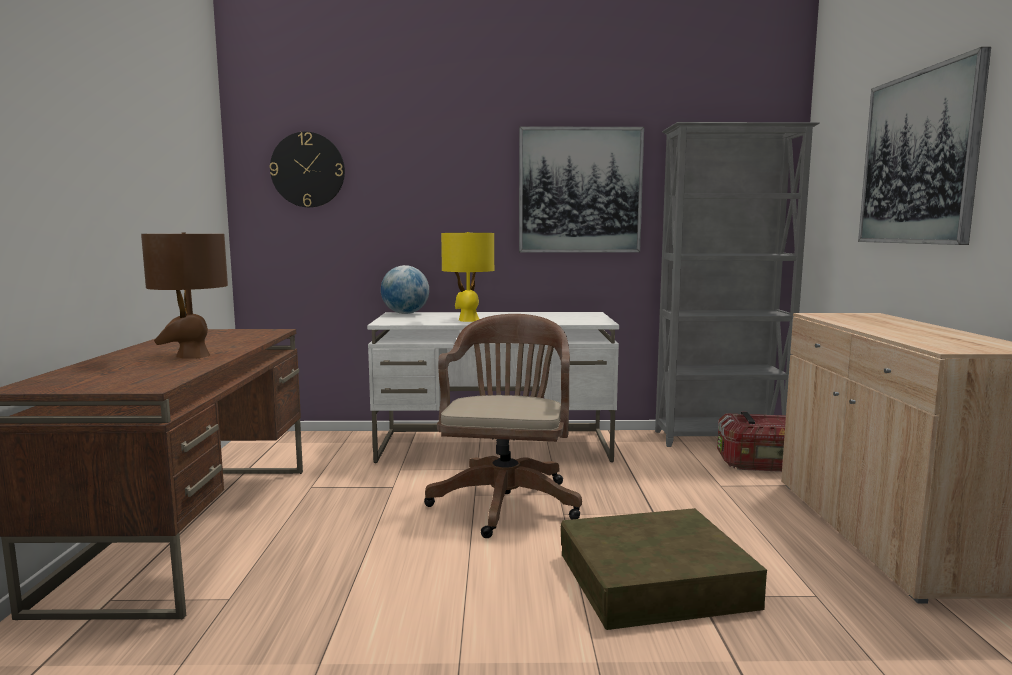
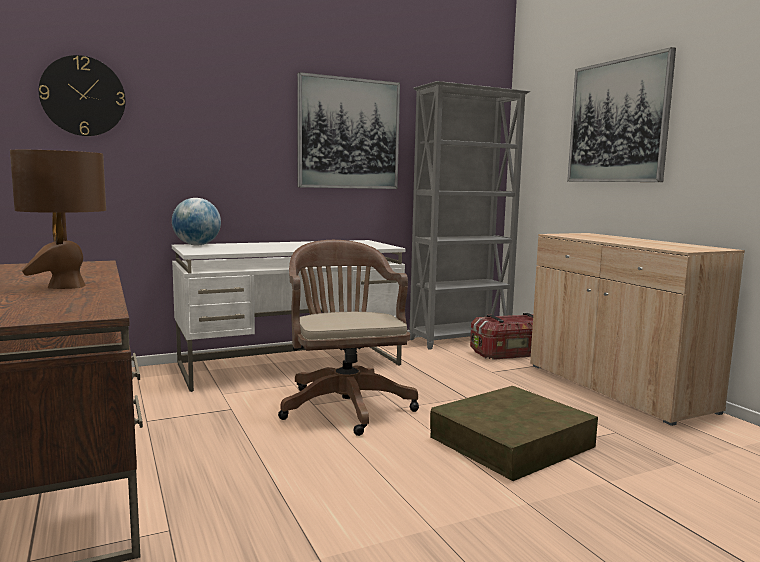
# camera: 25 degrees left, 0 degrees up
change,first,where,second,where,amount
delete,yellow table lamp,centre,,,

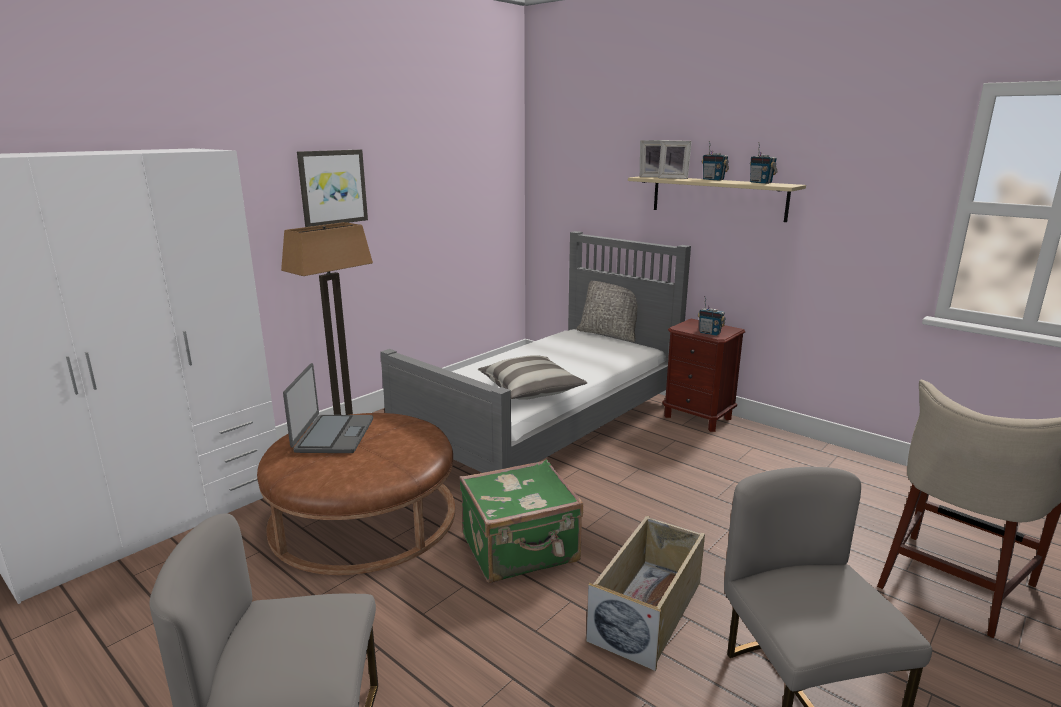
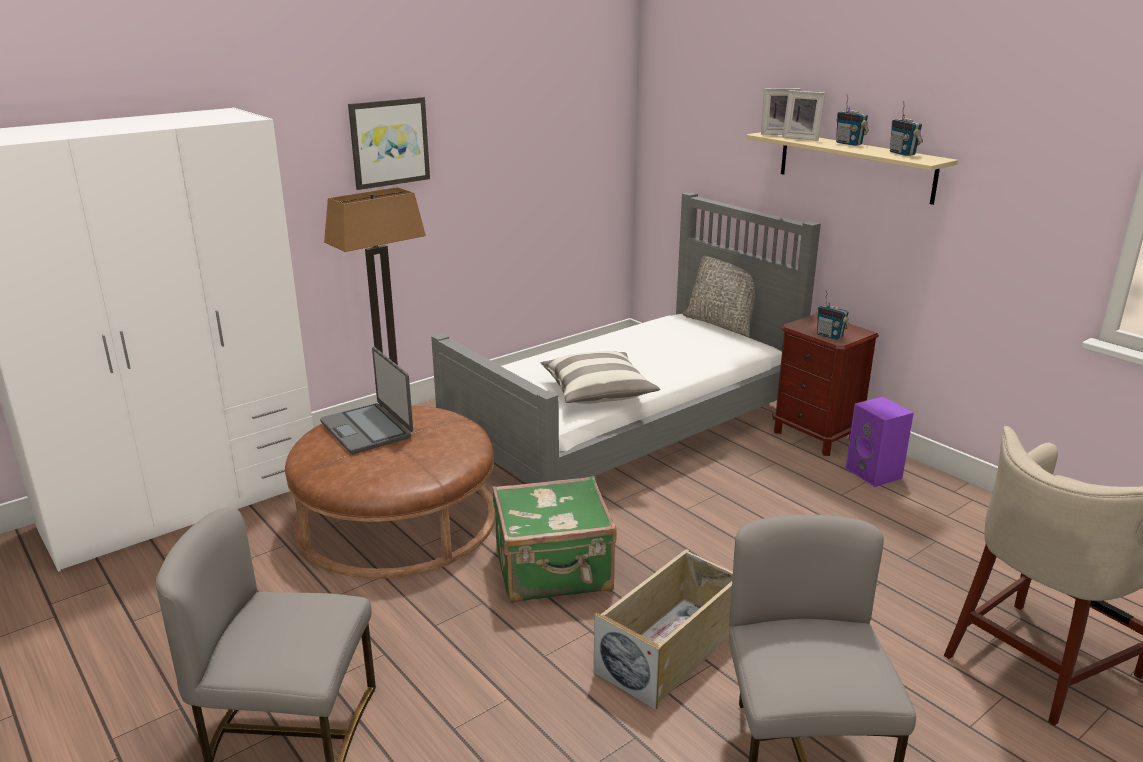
# camera: 10 degrees right, 5 degrees up
change,first,where,second,where,amount
rotate,laptop,middle left,,middle left,135 degrees clockwise
insert,,,purple-coloured audio speaker,middle right,

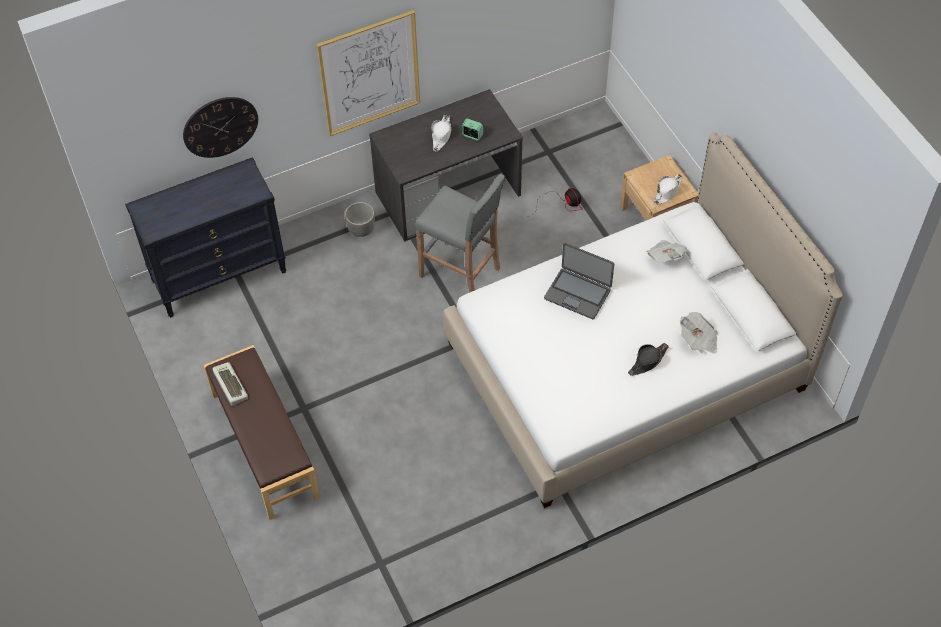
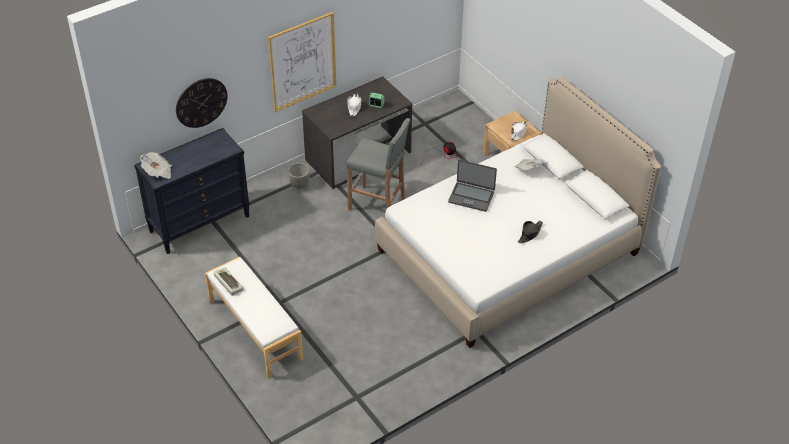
# camera: 10 degrees left, 10 degrees down
change,first,where,second,where,amount
move,newspaper (2nd from left in the first image),middle right,newspaper (1st from left),middle left,
recolor,brown indoor bench,bottom left,whitish indoor bench,bottom left,

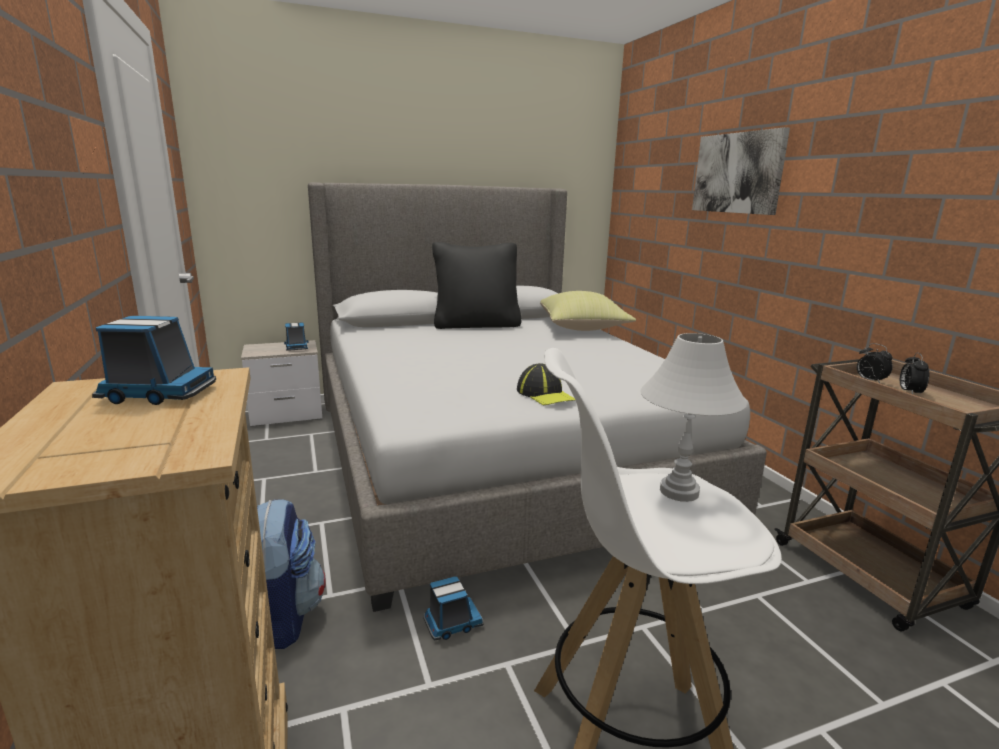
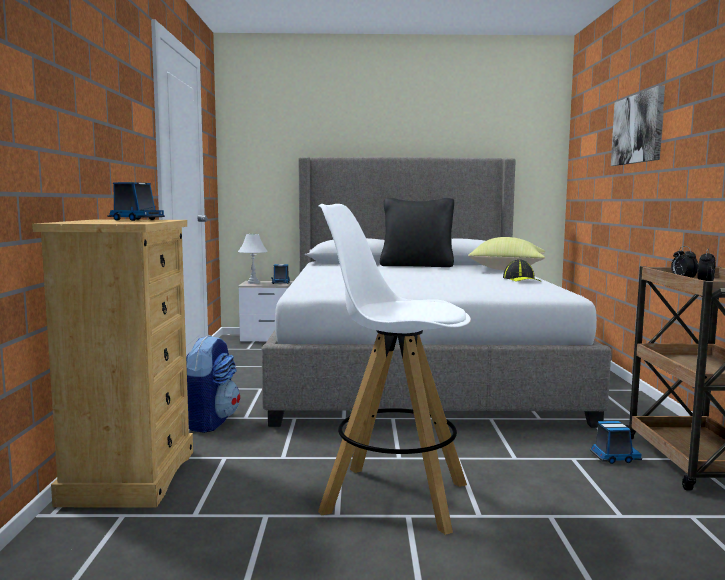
# camera: 20 degrees right, 10 degrees down
change,first,where,second,where,amount
move,whitish table lamp,middle right,,centre,
move,cap,centre,,middle right,
move,toy lorry (3rd from left),bottom centre,,bottom right,

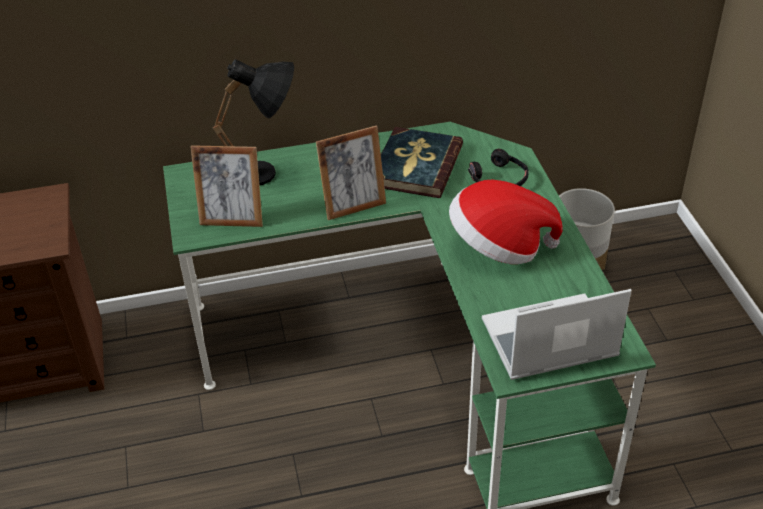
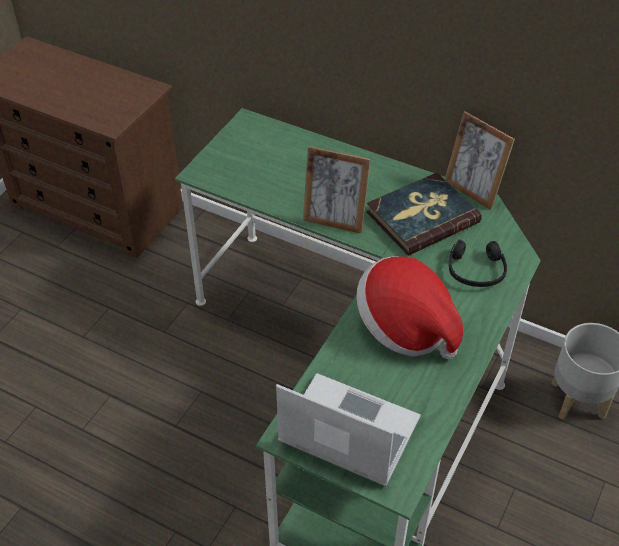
# camera: 40 degrees right, 5 degrees up
change,first,where,second,where,amount
move,photo frame (1st from left in the first image),middle left,photo frame (2nd from left),top right,
delete,black table lamp,top left,,,

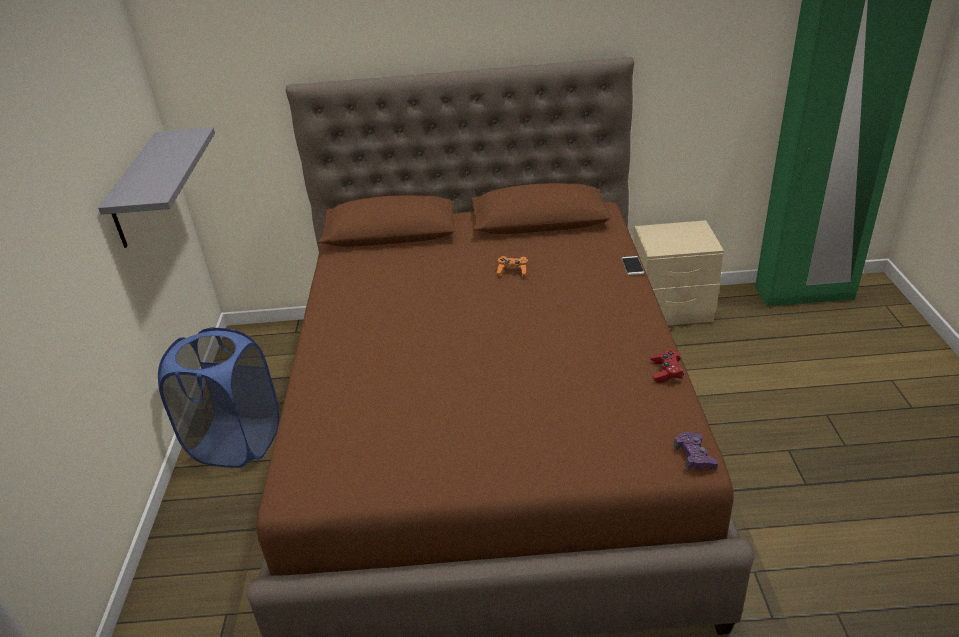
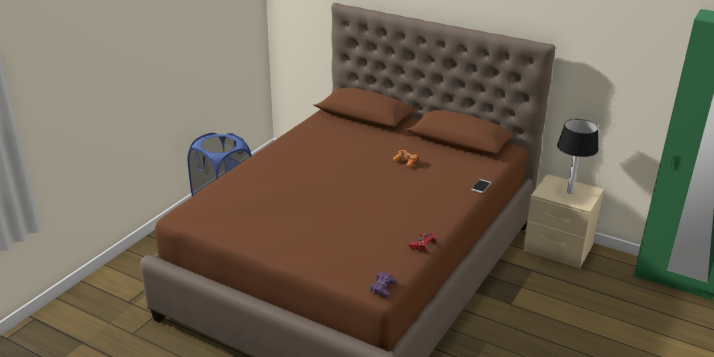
# camera: 30 degrees right, 5 degrees down
change,first,where,second,where,amount
insert,,,table lamp,middle right,
delete,grey bracket shelf,top left,,,

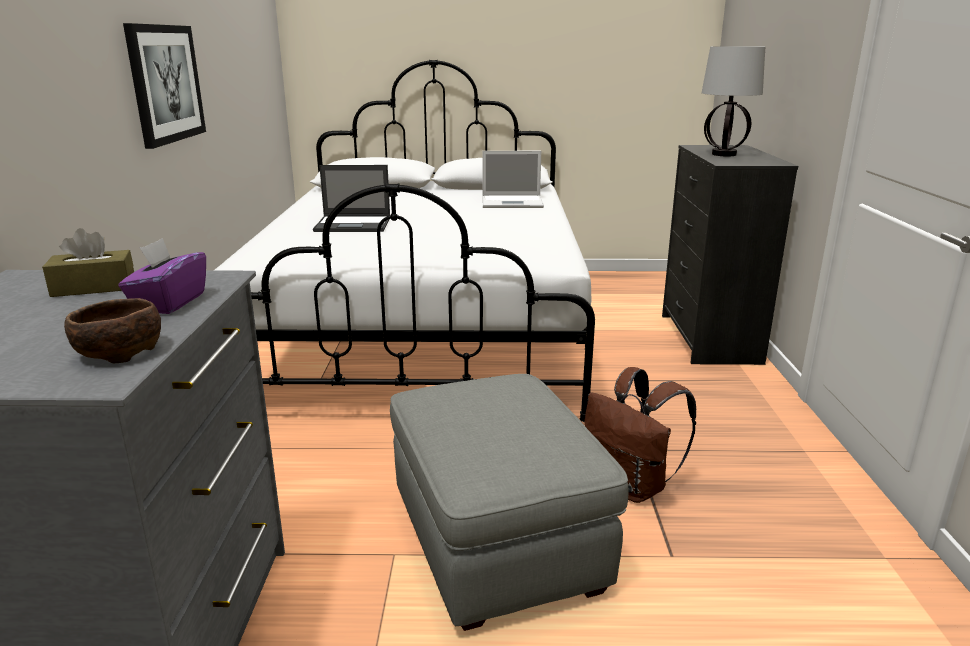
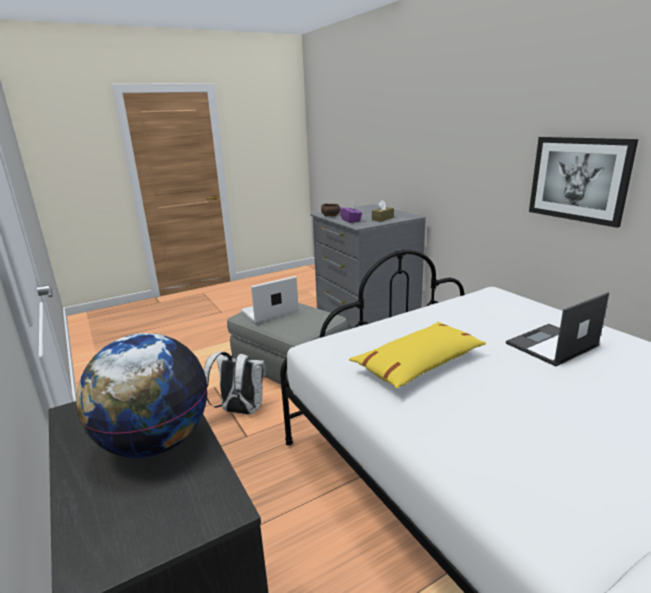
# camera: 150 degrees right, 0 degrees up
change,first,where,second,where,amount
replace,table lamp,top right,desk globe,middle left,
recolor,brown knapsack,bottom centre,whitish knapsack,centre,
move,laptop (2nd from left in the first image),top centre,laptop (1st from left),centre,
insert,,,yellow cushion,centre,

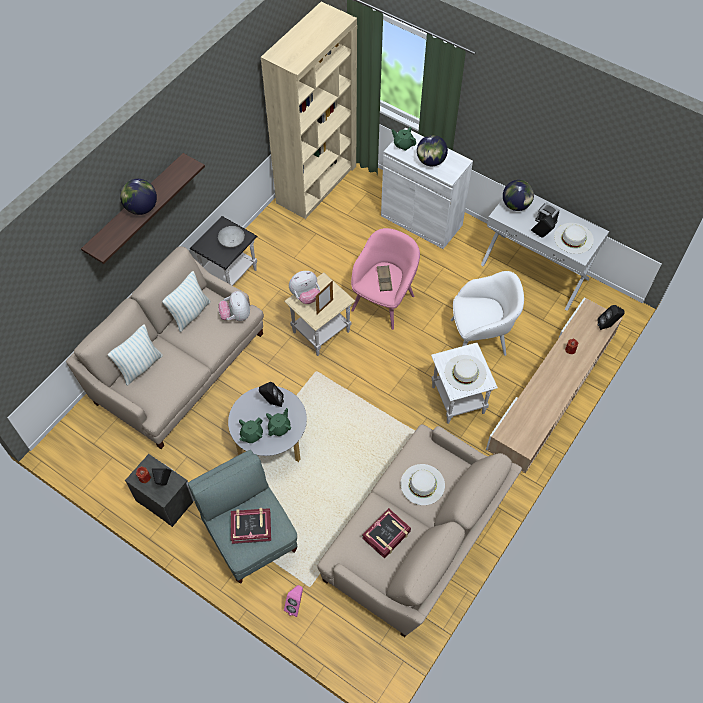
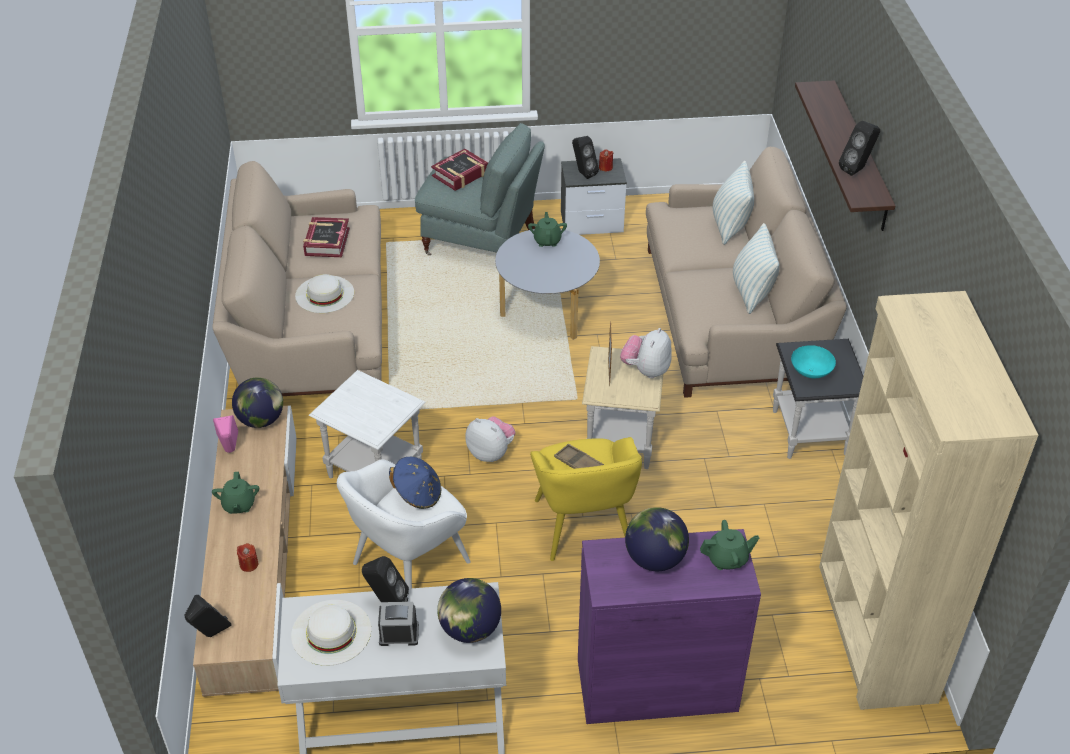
# camera: 140 degrees right, 15 degrees down
change,first,where,second,where,amount
move,green pot for tea (2nd from left in the first image),centre,green pot for tea (1st from left),middle left,
move,pinkish audio speaker,bottom centre,,middle left,
move,desk globe (1st from left),top left,,middle left,
insert,,,blue clothing hat,centre,
move,soft toy (1st from left),middle left,,centre,
recolor,pinkish easy chair,centre,yellow easy chair,centre,
recolor,whitish cupboard,top centre,purple-coloured cupboard,bottom centre,
recolor,grey serving bowl,middle left,turquoise-coloured serving bowl,middle right,
move,black audio speaker (2nd from left in the first image),centre,black audio speaker (4th from left),top right,
delete,whitish clothing hat (2nd from left),centre,,,

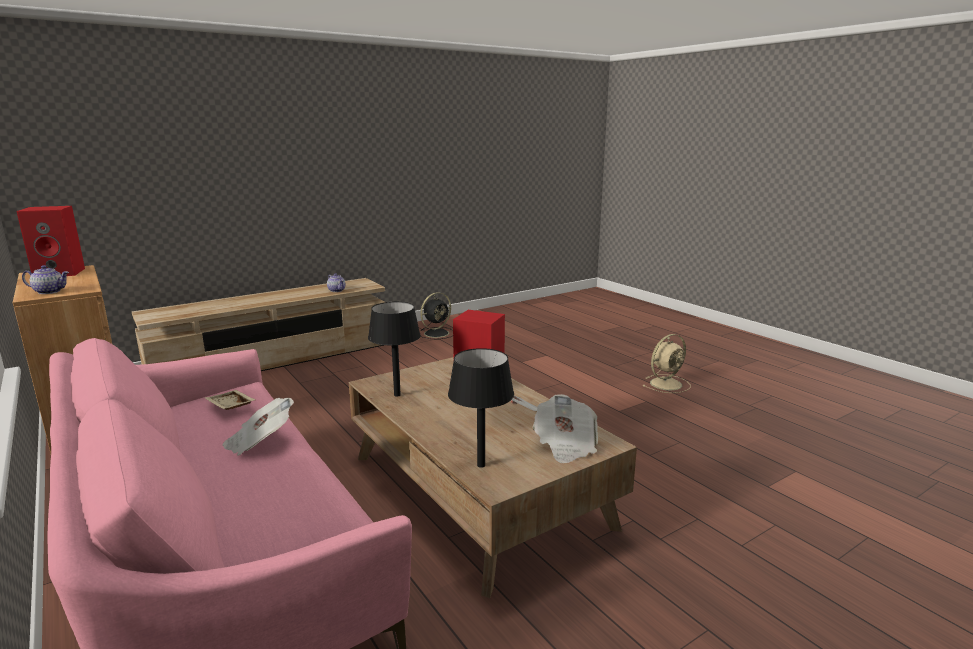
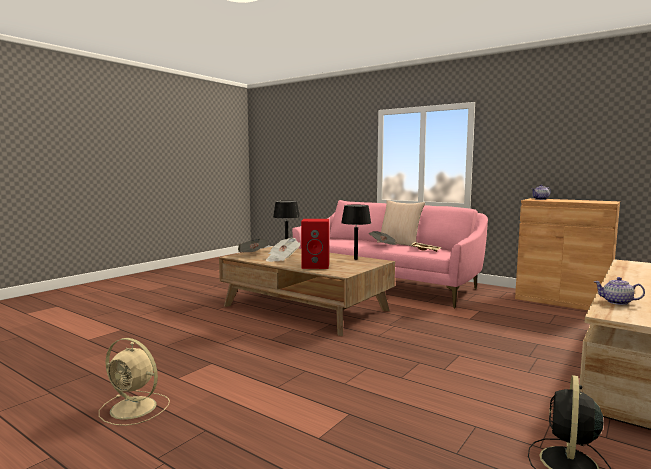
# camera: 160 degrees right, 10 degrees down
change,first,where,second,where,amount
rotate,beige-coloured electric fan,middle right,,bottom left,105 degrees counterclockwise
insert,,,beige-coloured cushion,centre,
delete,red audio speaker (1st from left),middle left,,,

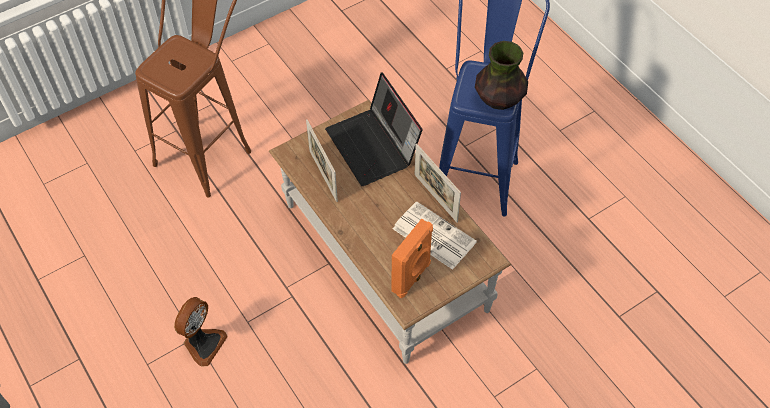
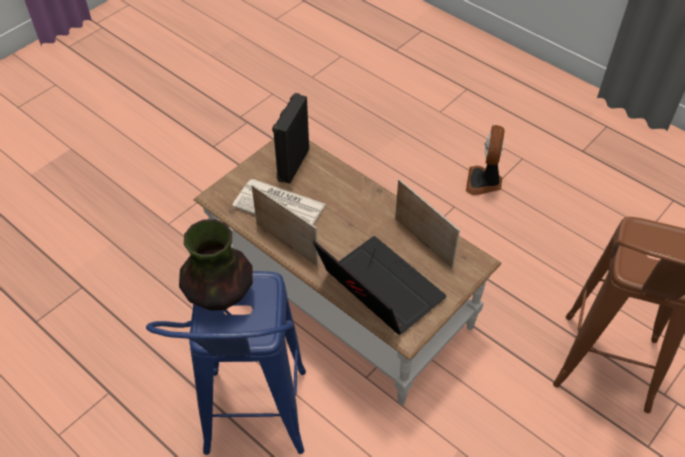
# camera: 165 degrees right, 5 degrees down
change,first,where,second,where,amount
recolor,orange audio speaker,centre,black audio speaker,top centre,

